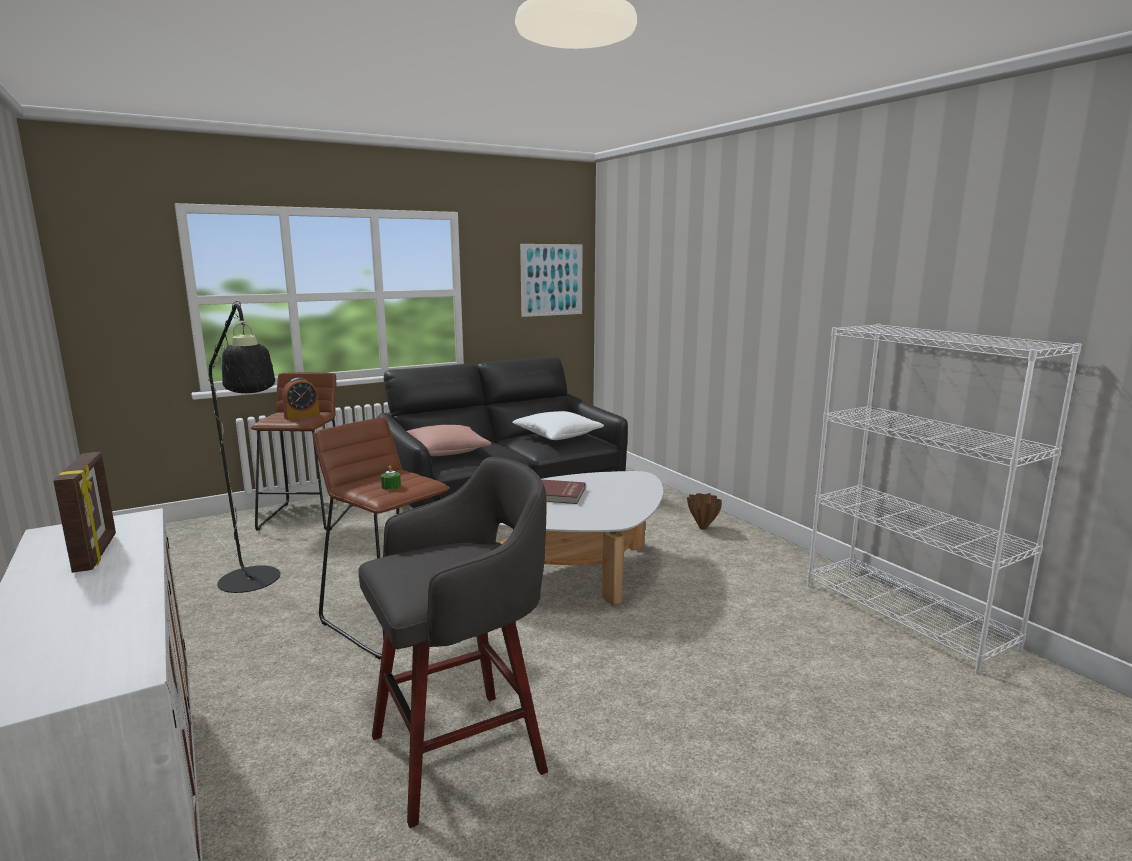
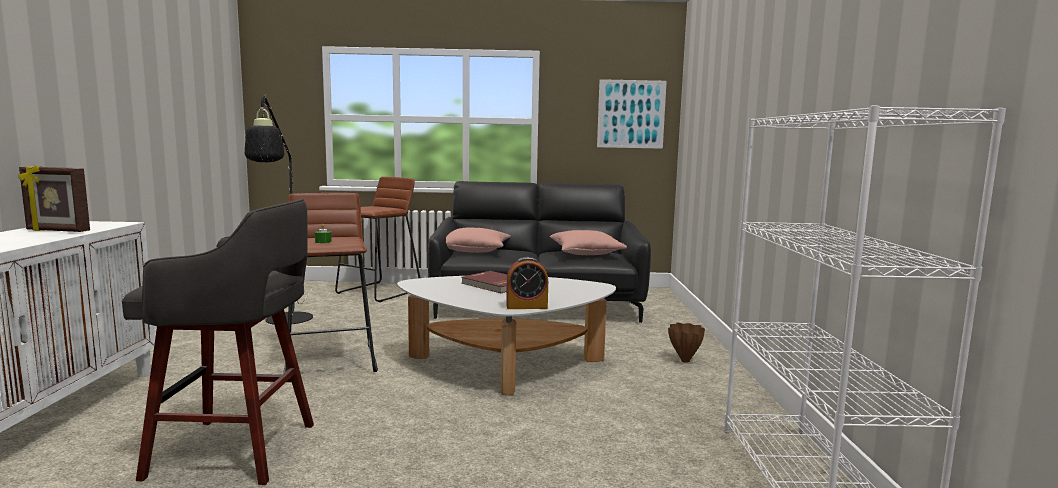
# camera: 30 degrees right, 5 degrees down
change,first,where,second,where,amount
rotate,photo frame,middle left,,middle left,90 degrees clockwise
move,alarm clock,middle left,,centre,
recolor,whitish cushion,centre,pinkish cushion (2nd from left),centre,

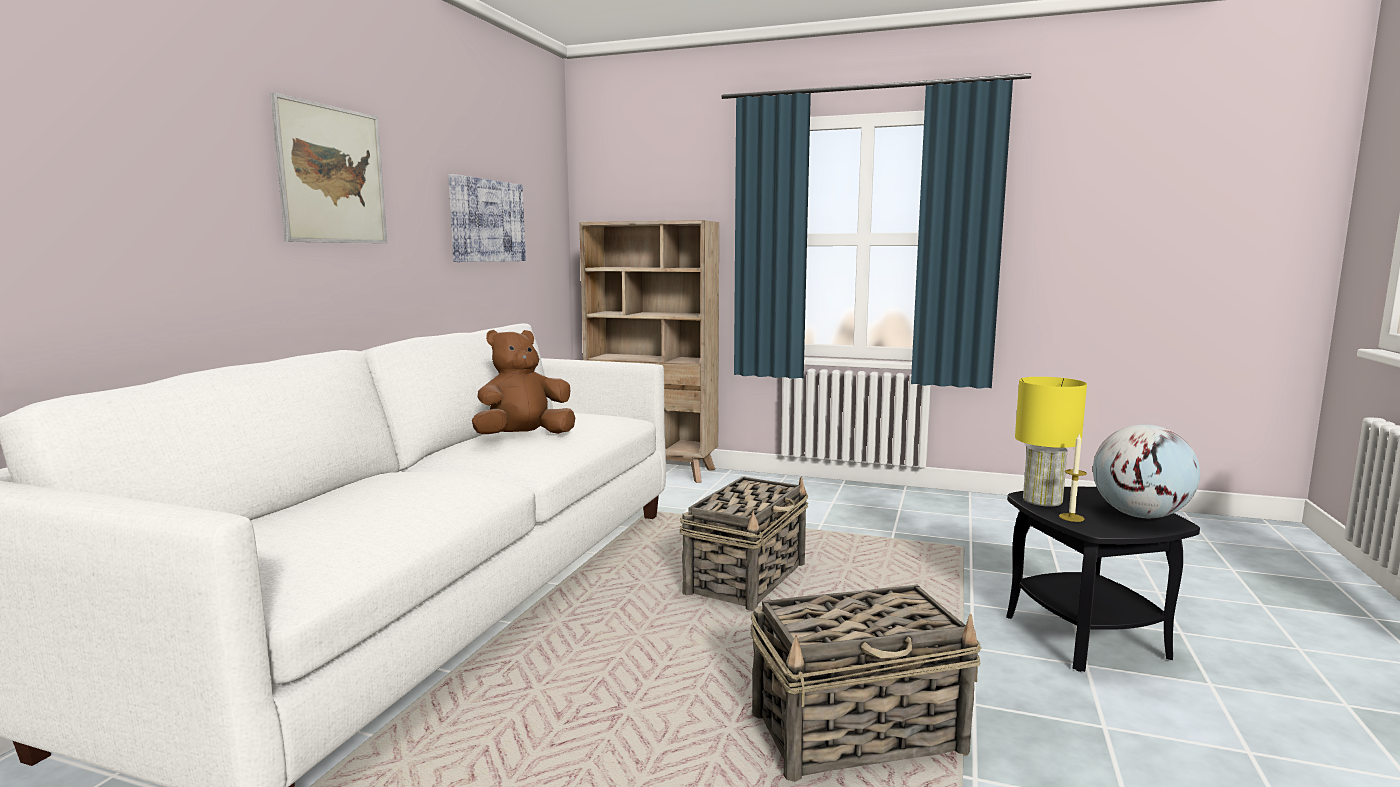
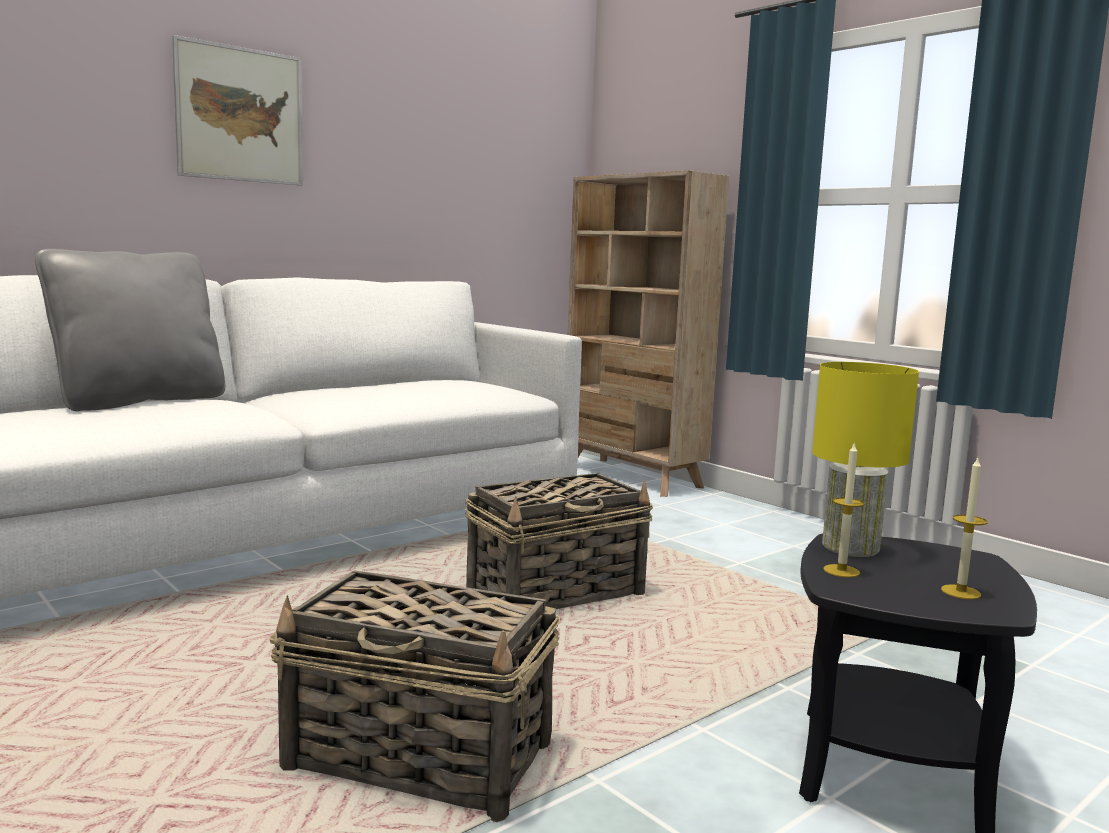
# camera: 30 degrees right, 0 degrees up
change,first,where,second,where,amount
insert,,,grey cushion,middle left,
replace,desk globe,middle right,candle (2nd from left),middle right,
delete,wall art (2nd from left),top centre,,,
delete,brown soft toy,centre,,,

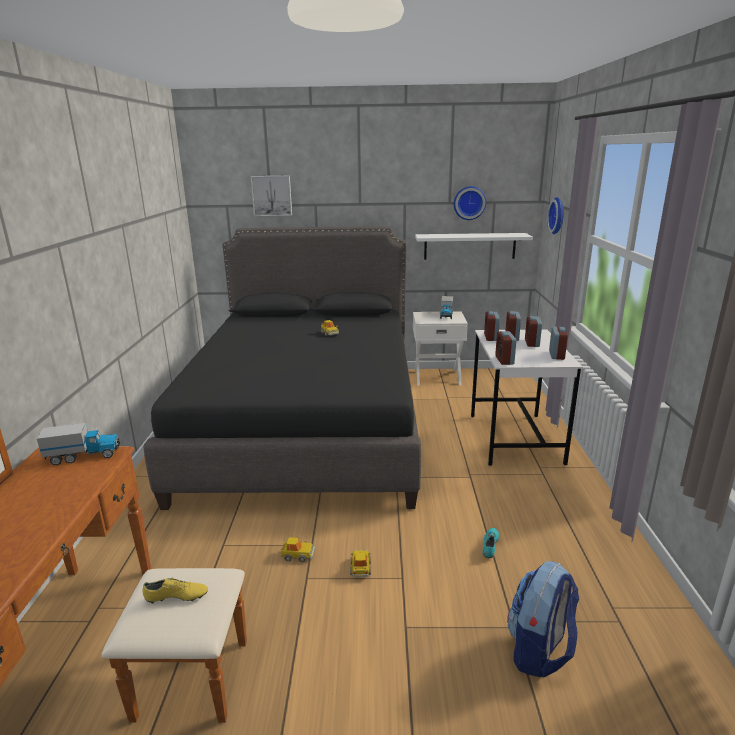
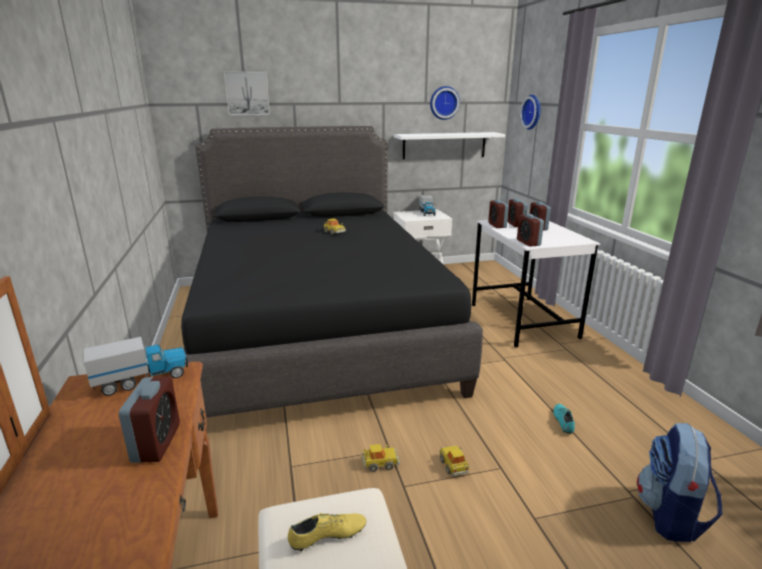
# camera: 15 degrees left, 0 degrees up
change,first,where,second,where,amount
move,alarm clock (5th from left in the first image),middle right,alarm clock (1st from left),bottom left,

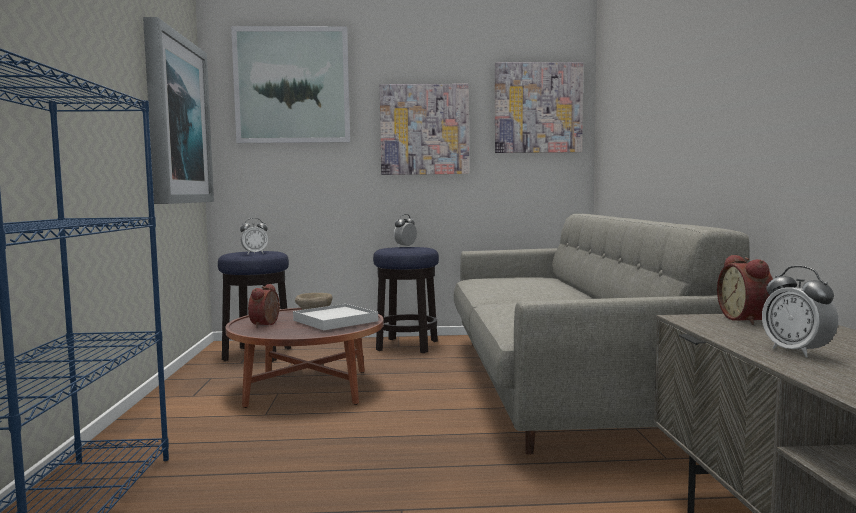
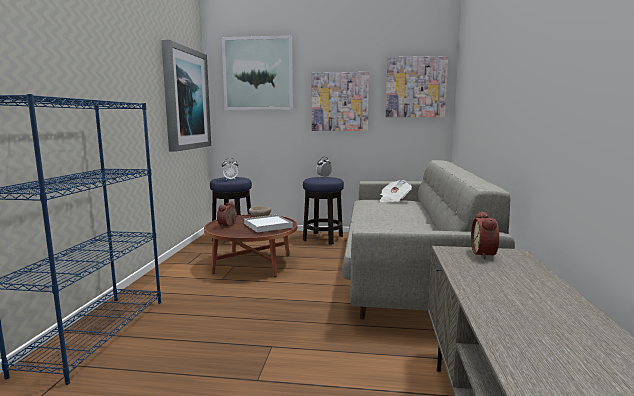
# camera: 10 degrees right, 5 degrees up
change,first,where,second,where,amount
insert,,,newspaper,centre,
delete,alarm clock (5th from left),middle right,,,

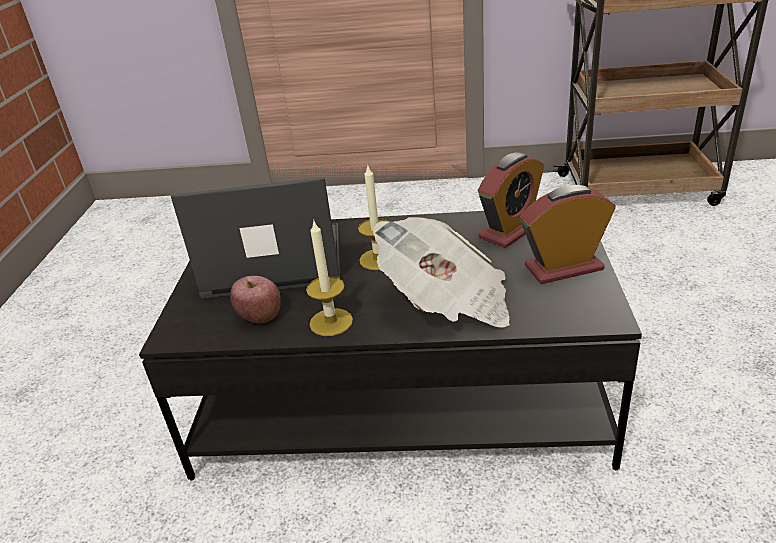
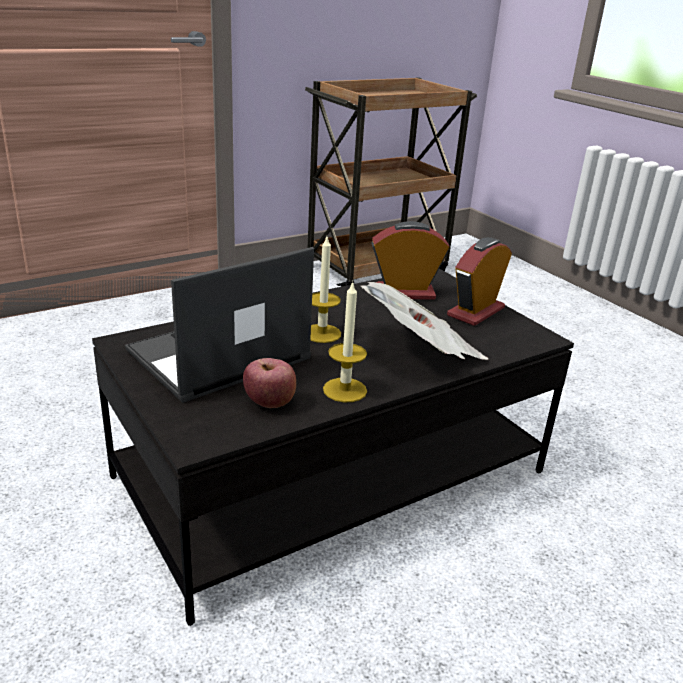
# camera: 40 degrees left, 5 degrees down
change,first,where,second,where,amount
rotate,alarm clock (1st from left),centre,,centre,105 degrees counterclockwise

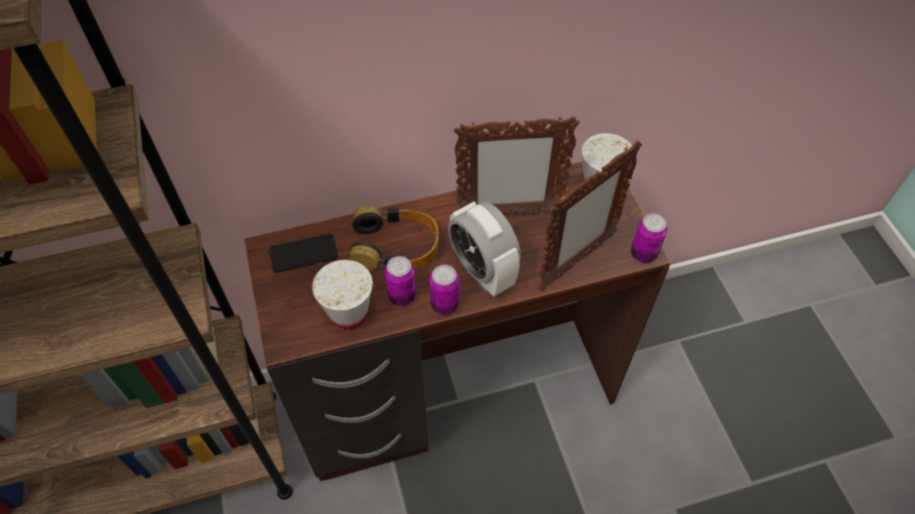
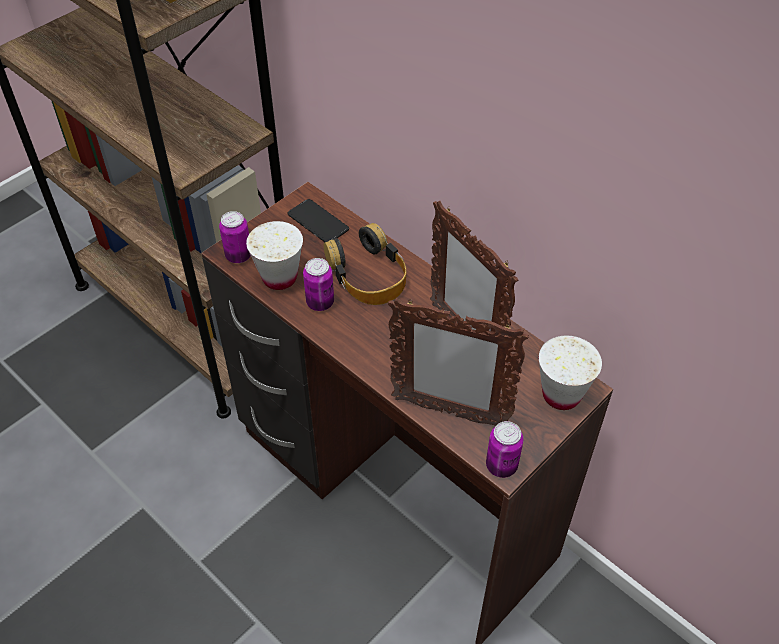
# camera: 60 degrees right, 5 degrees down
change,first,where,second,where,amount
move,can (2nd from left in the first image),centre,can (1st from left),middle left,
delete,alarm clock,centre,,,

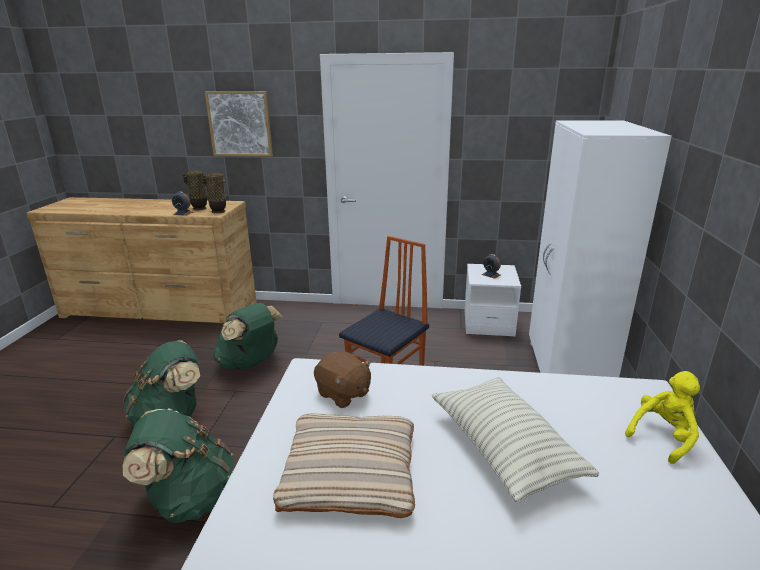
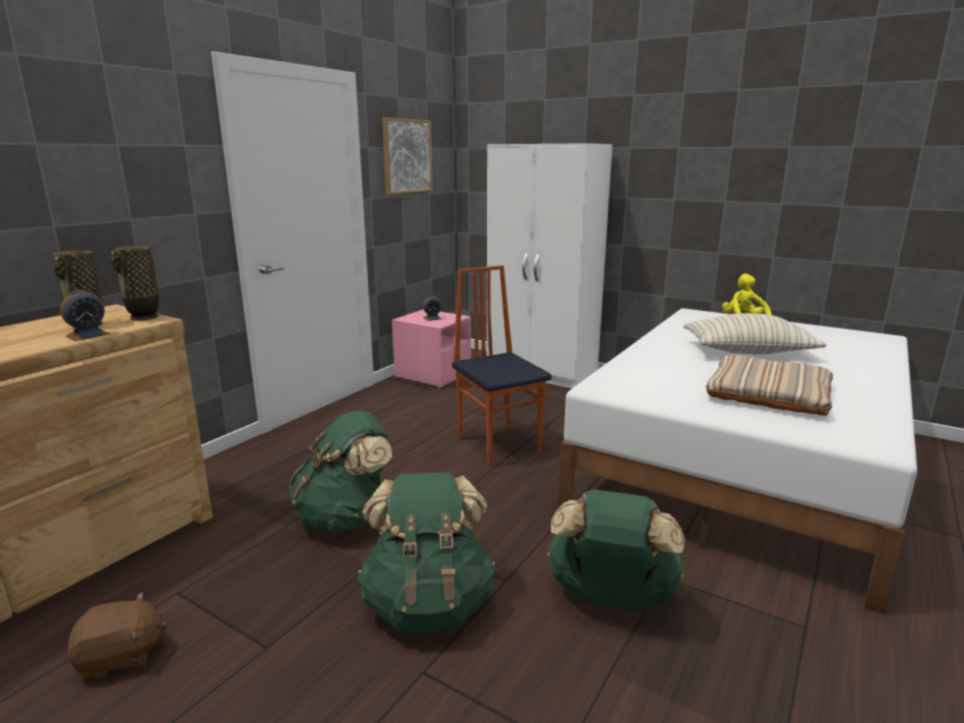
# camera: 65 degrees left, 5 degrees down
change,first,where,second,where,amount
move,brown soft toy,centre,,bottom left,
move,wall art,top left,,top centre,
recolor,whitish nightstand,centre,pinkish nightstand,centre,

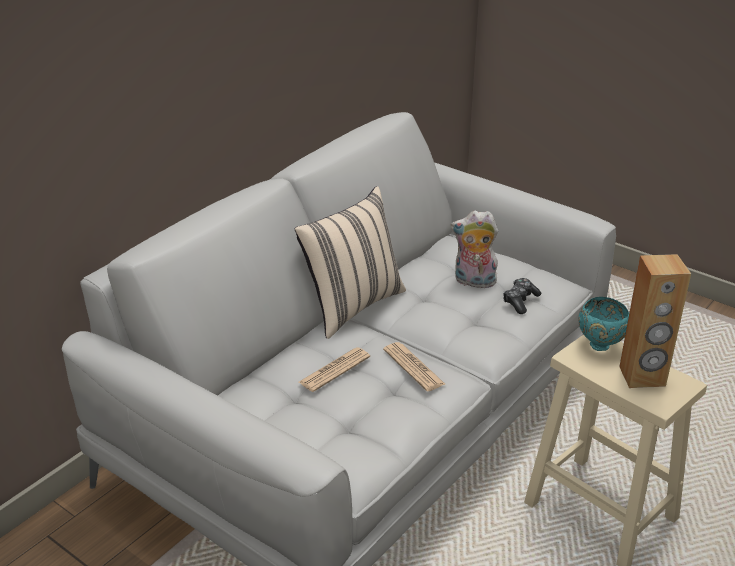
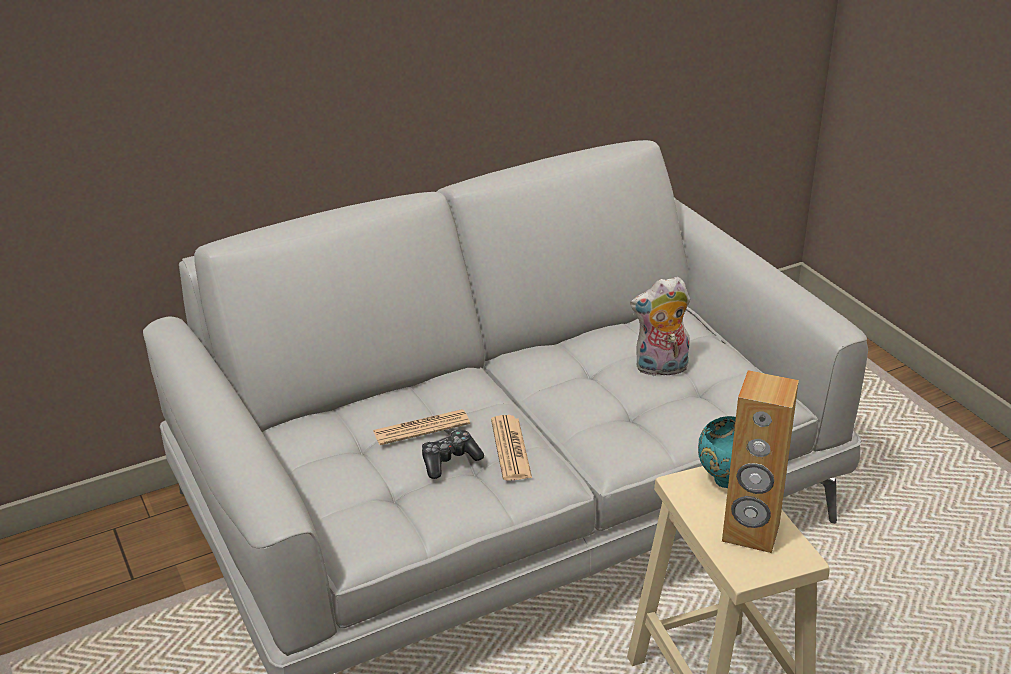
# camera: 25 degrees right, 0 degrees up
change,first,where,second,where,amount
move,gamepad,middle right,,bottom centre,
rotate,soft toy,centre,,centre,45 degrees counterclockwise
delete,beige-coloured cushion,centre,,,

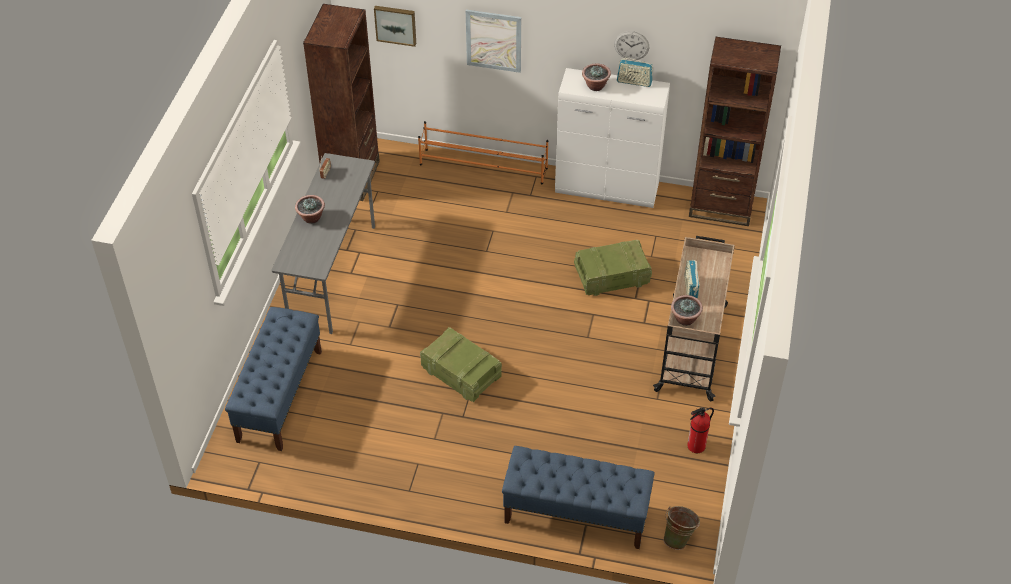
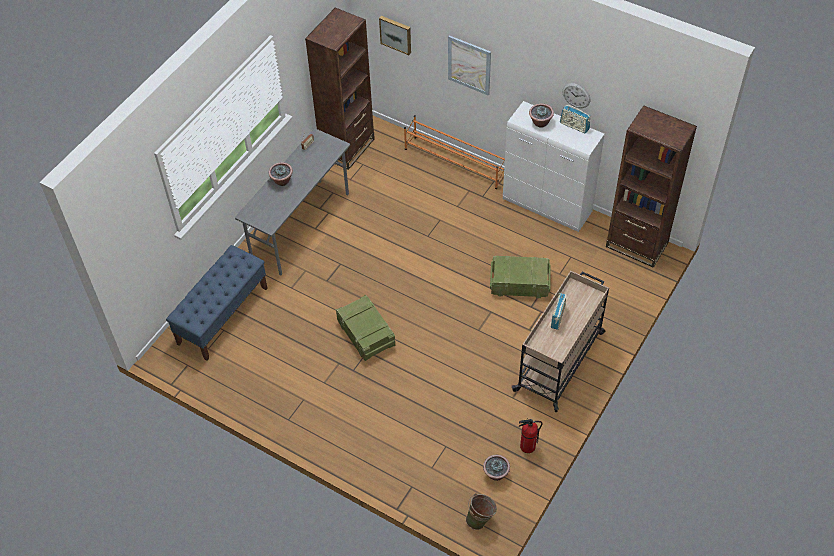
# camera: 20 degrees right, 5 degrees up
change,first,where,second,where,amount
move,plant in a pot (3rd from left in the first image),middle right,plant in a pot (2nd from left),bottom centre,
delete,blue indoor bench (2nd from left),bottom centre,,,

